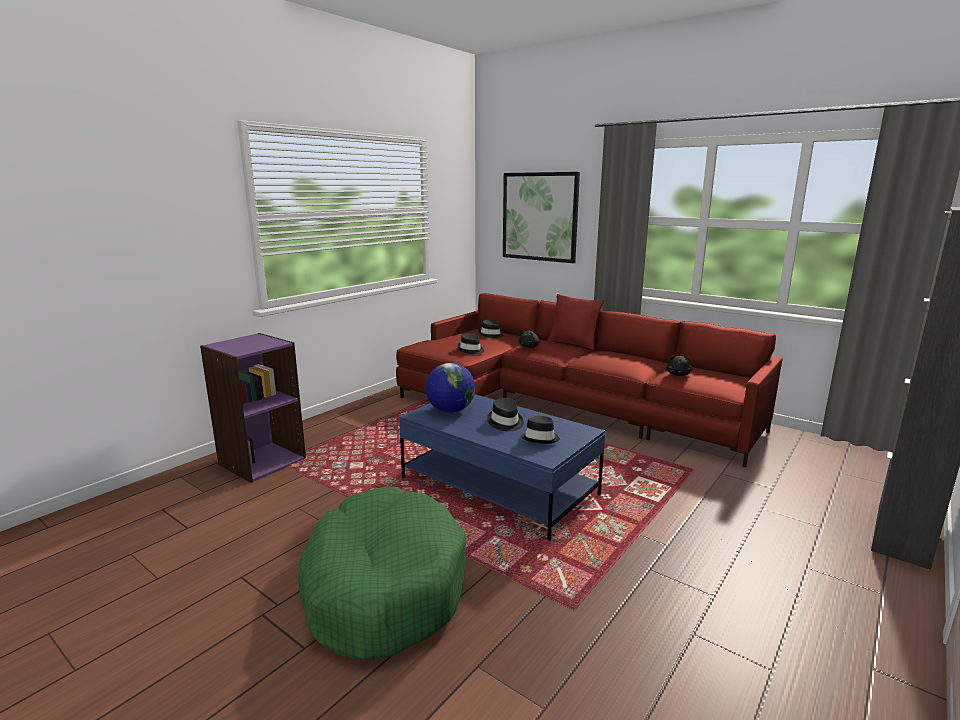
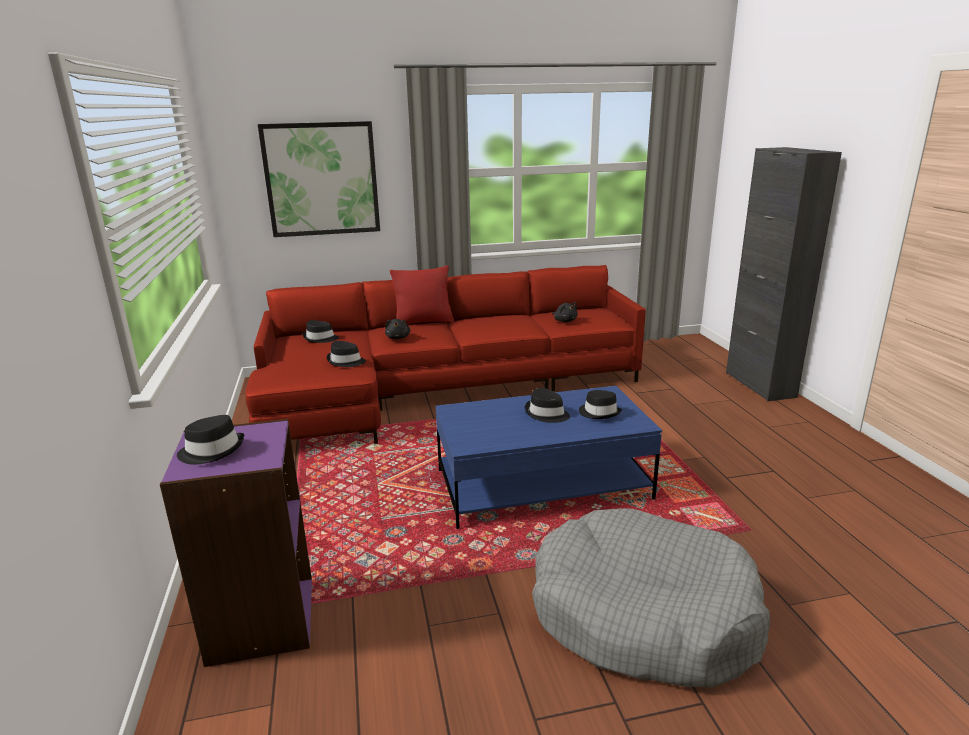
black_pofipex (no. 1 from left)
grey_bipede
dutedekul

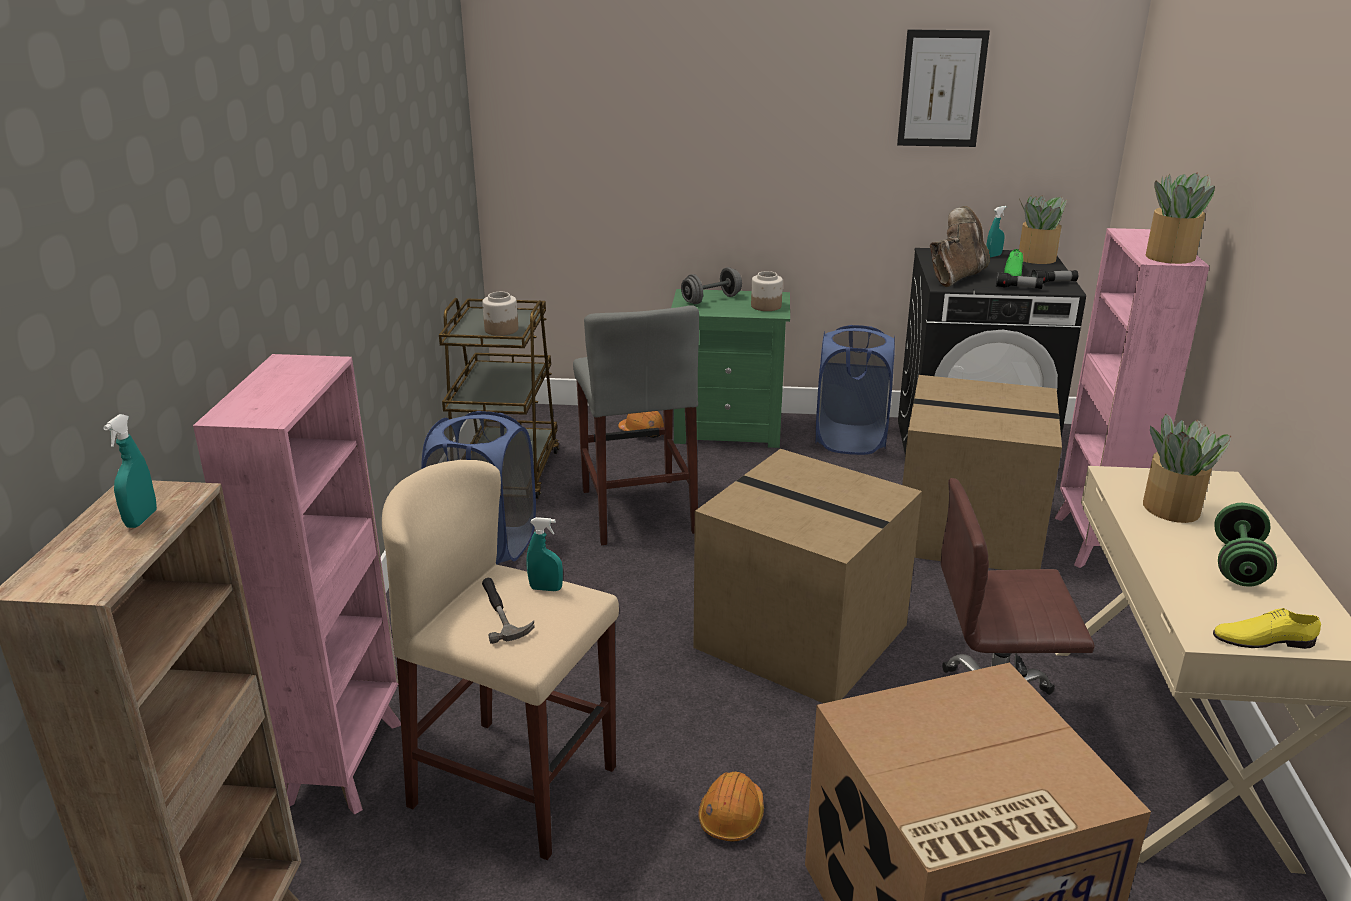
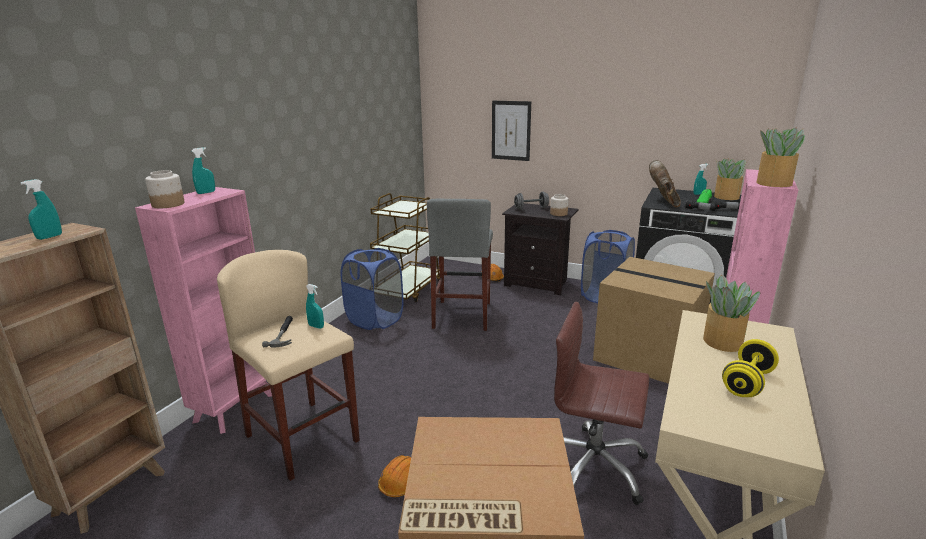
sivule (no. 1 from left)
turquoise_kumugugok (no. 2 from left)
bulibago
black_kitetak
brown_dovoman
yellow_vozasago
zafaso (no. 1 from left in the first image)
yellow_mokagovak

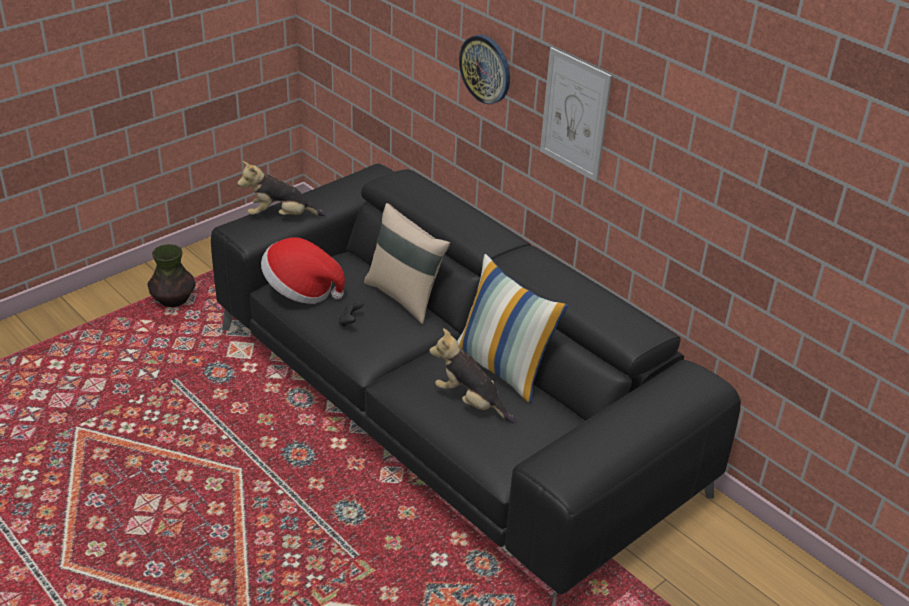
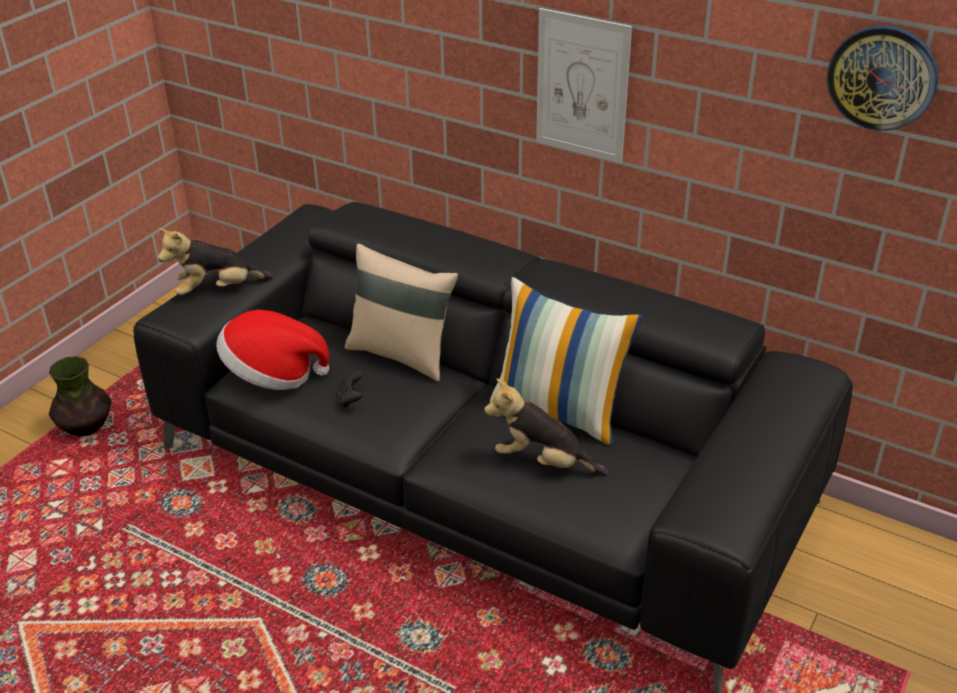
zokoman

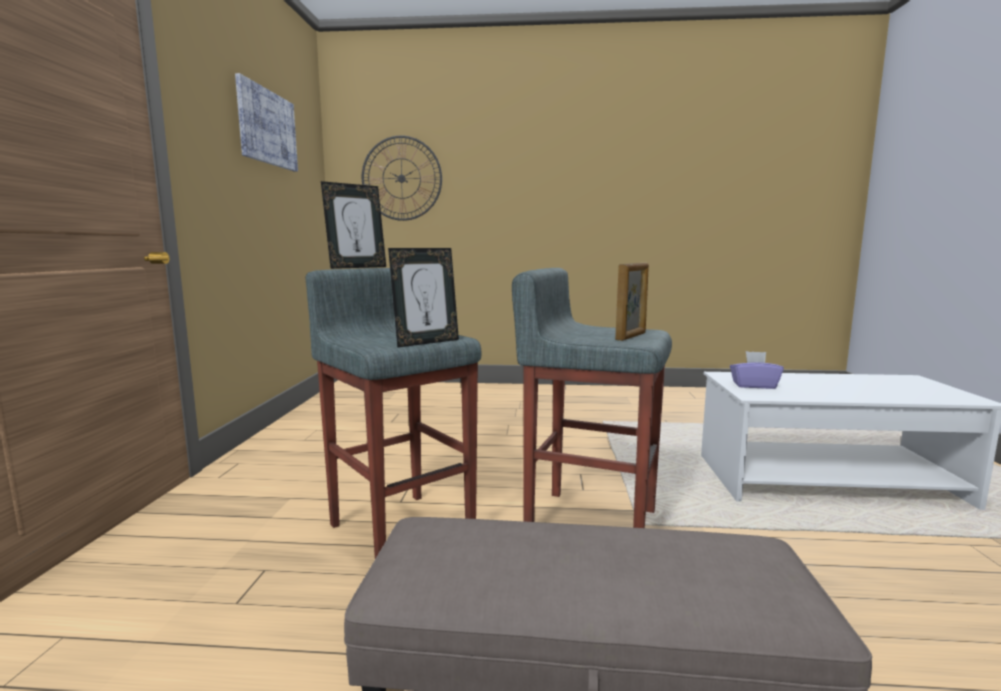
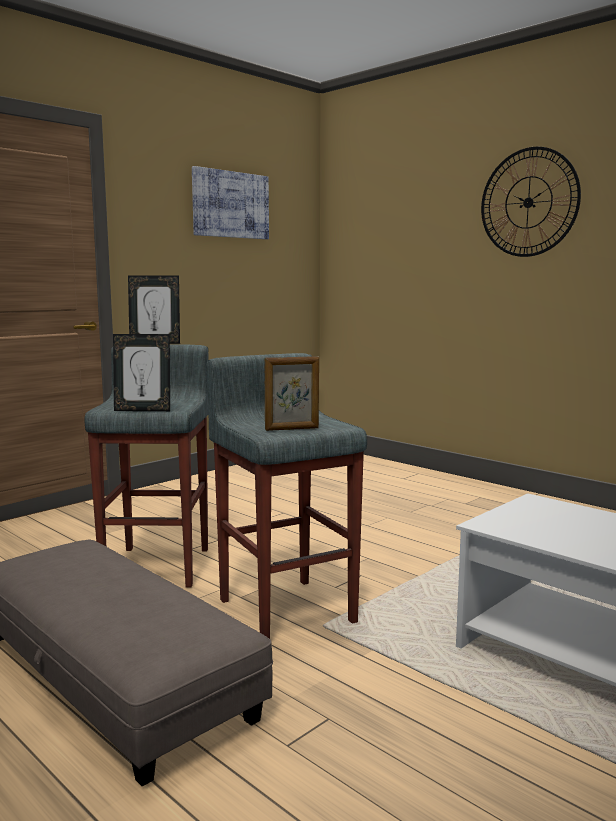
zokoman
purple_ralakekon

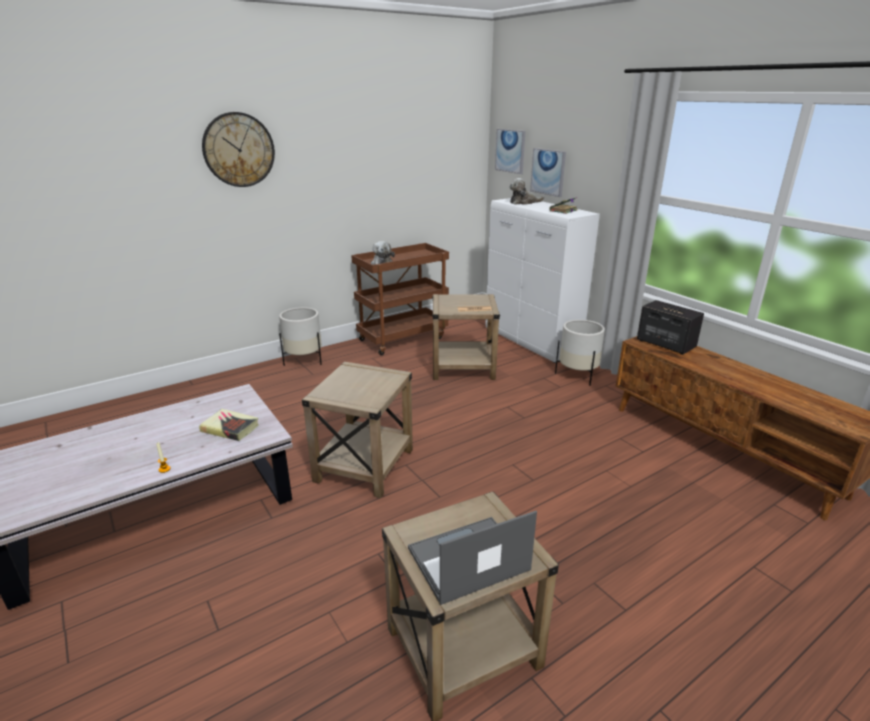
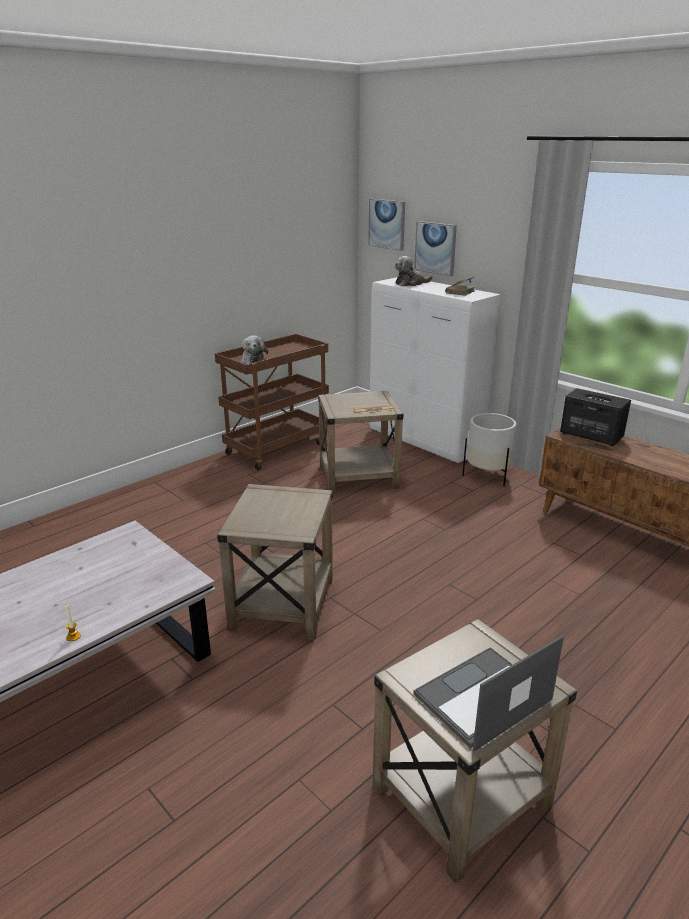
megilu (no. 1 from left in the first image)
zokoman
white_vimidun (no. 1 from left in the first image)

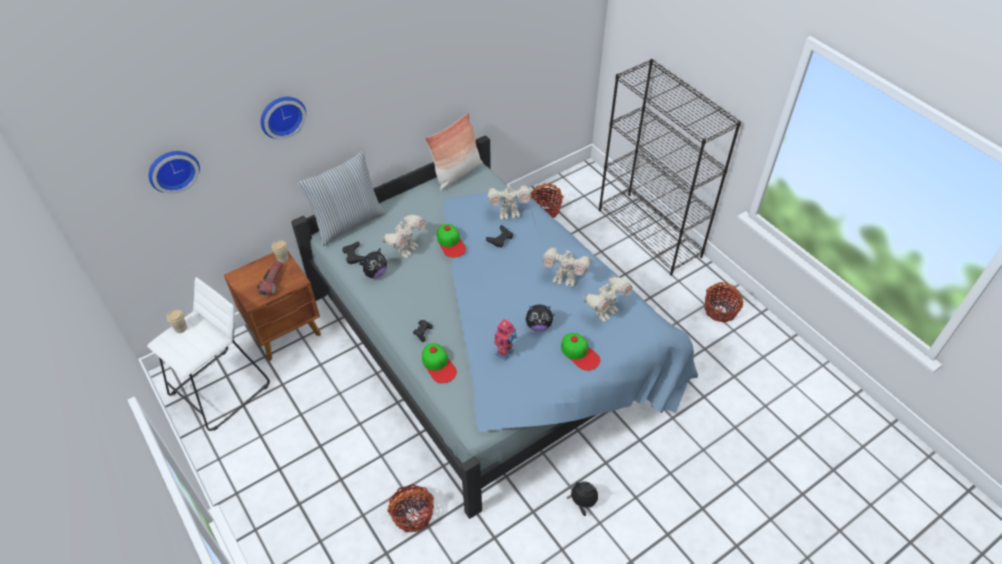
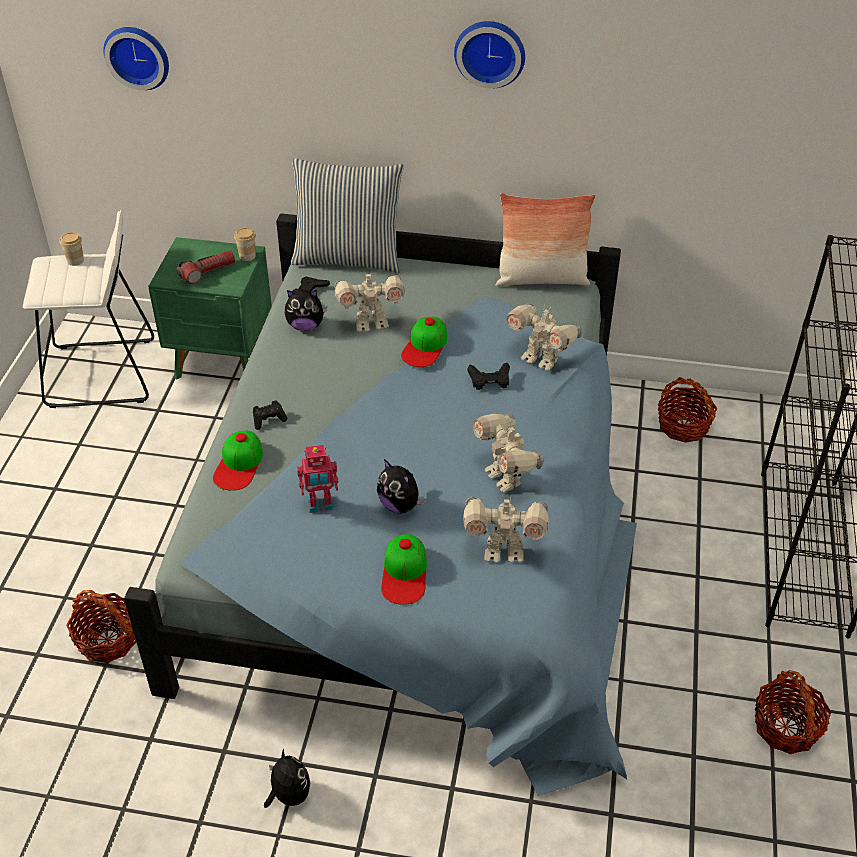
green_kitetak
zokoman (no. 2 from left)

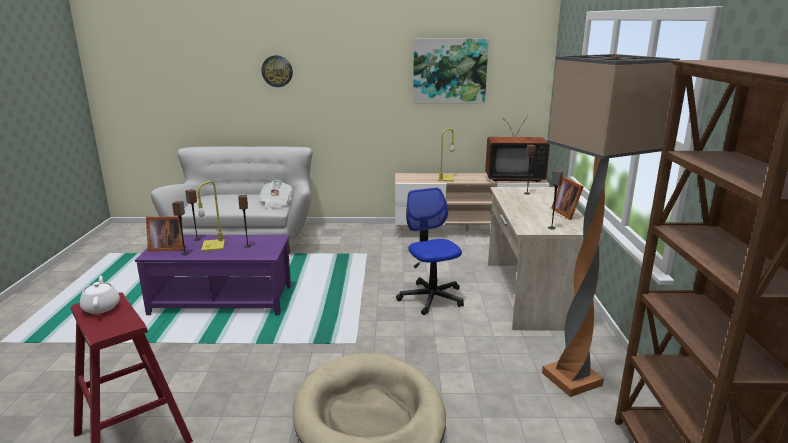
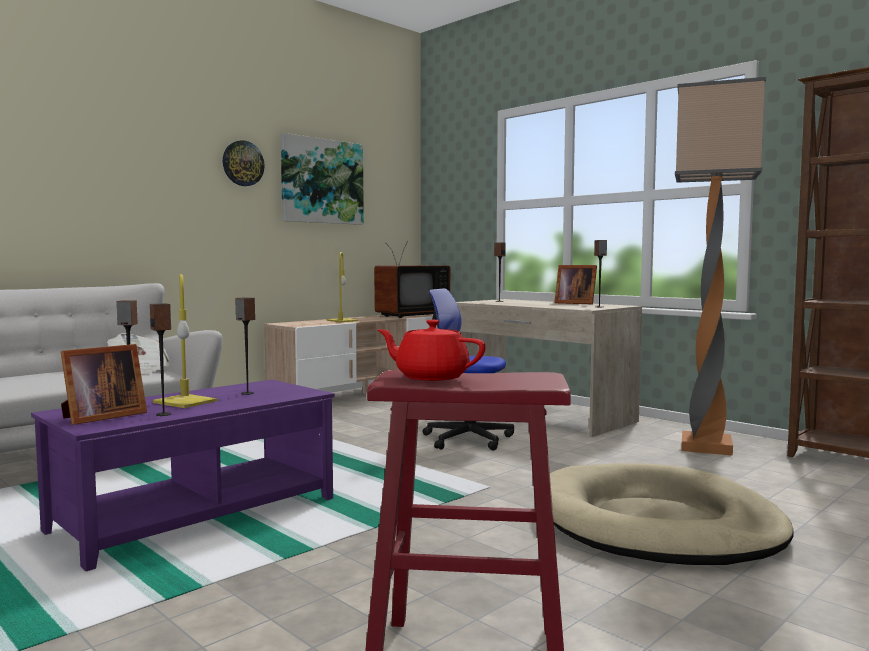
zokoman
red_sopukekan

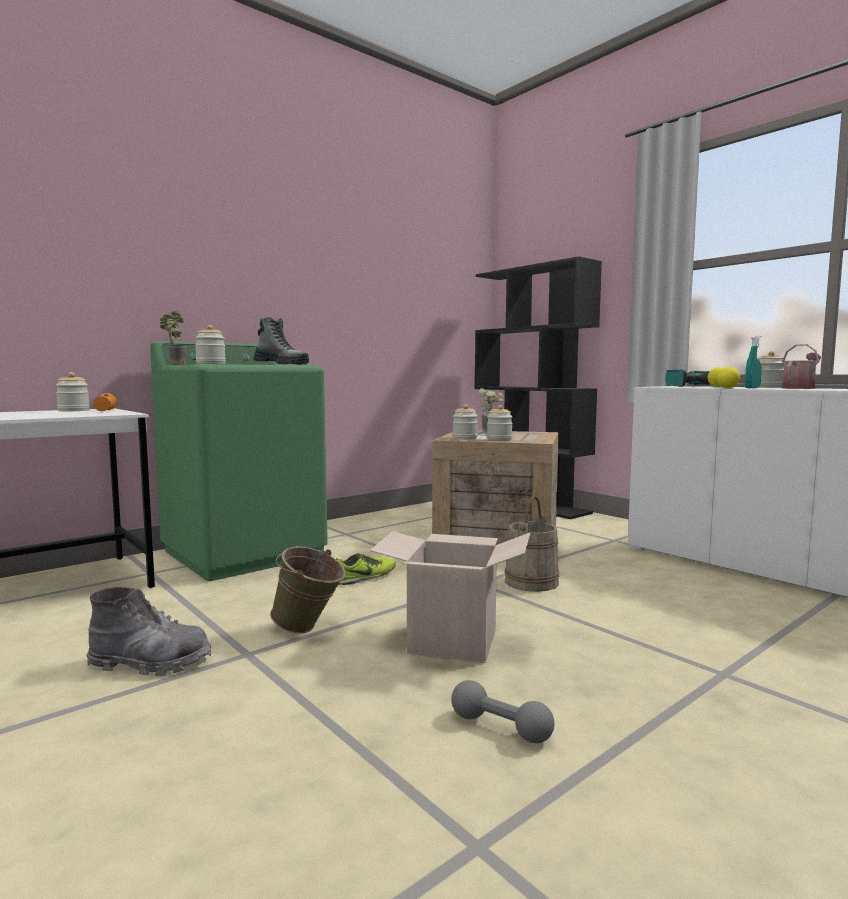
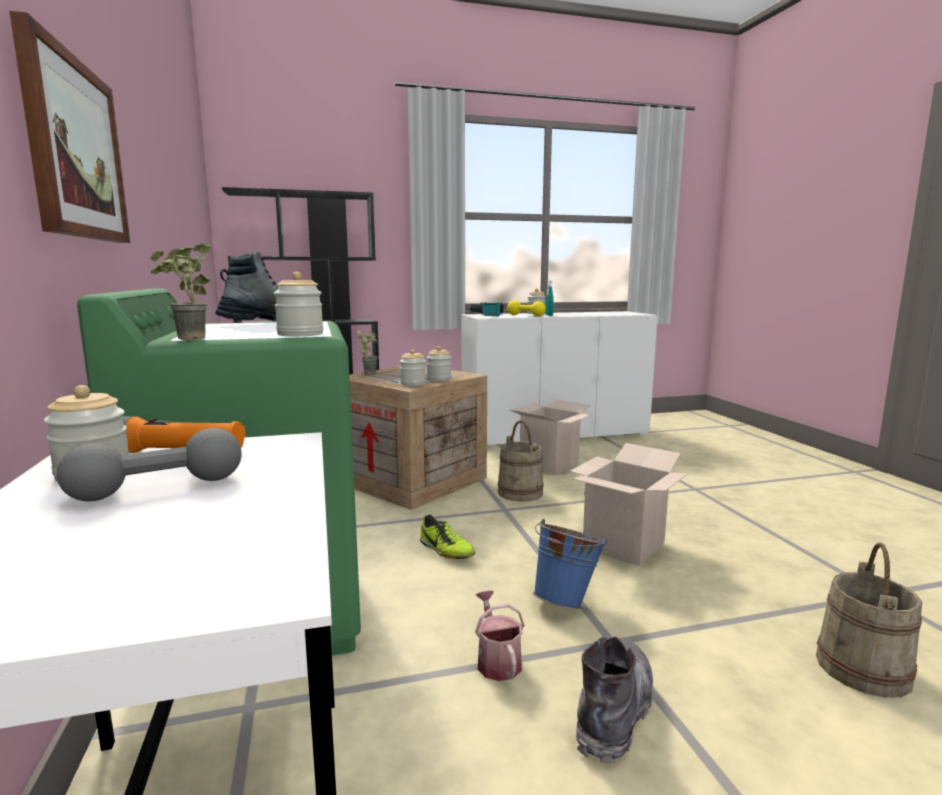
bulibago
grey_vozasago
mokagovak
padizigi
zafaso (no. 1 from left)
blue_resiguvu
beige_resiguvu (no. 2 from left)

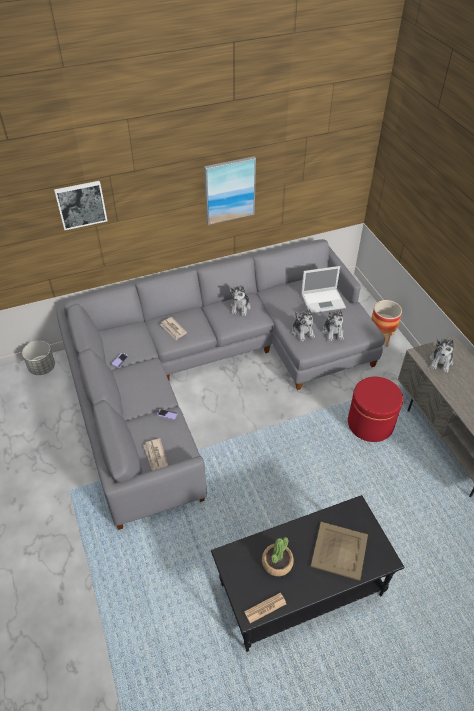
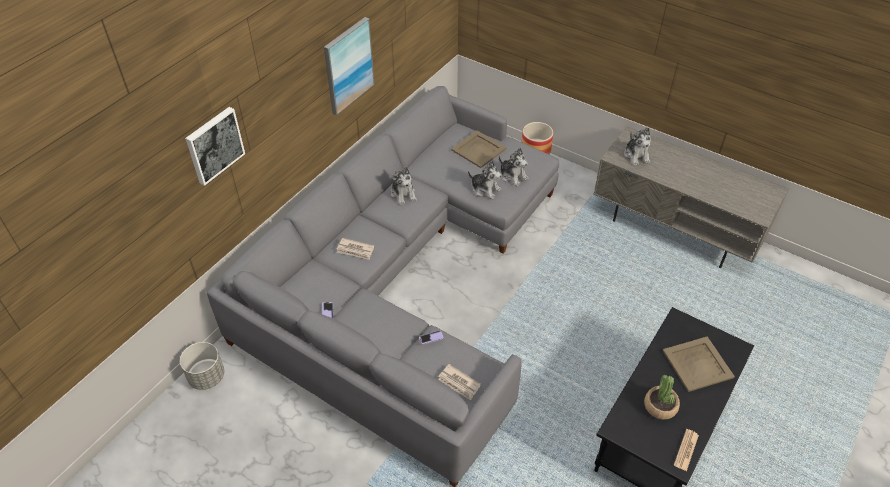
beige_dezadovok (no. 1 from left)
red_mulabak

